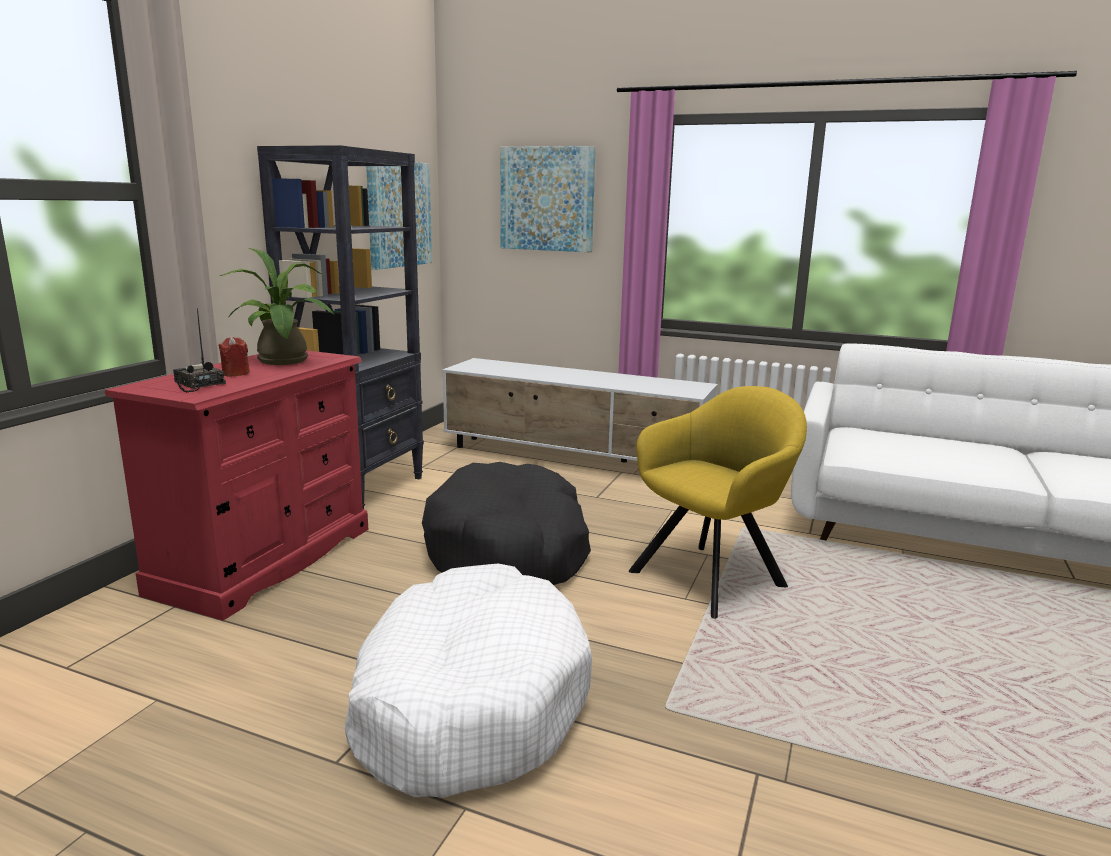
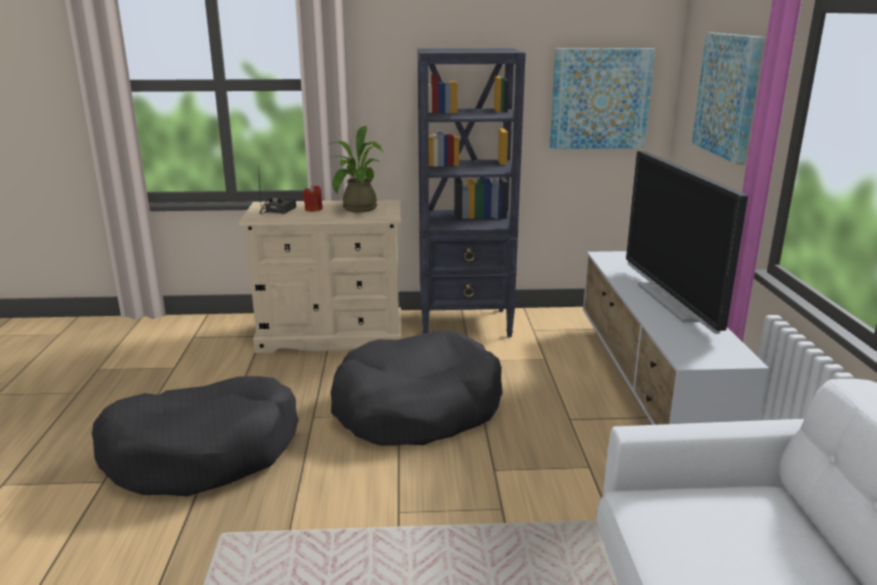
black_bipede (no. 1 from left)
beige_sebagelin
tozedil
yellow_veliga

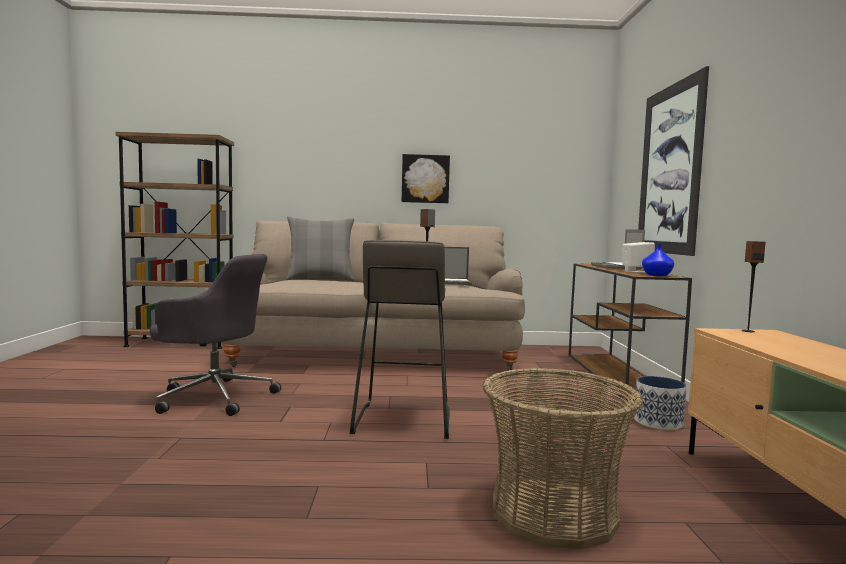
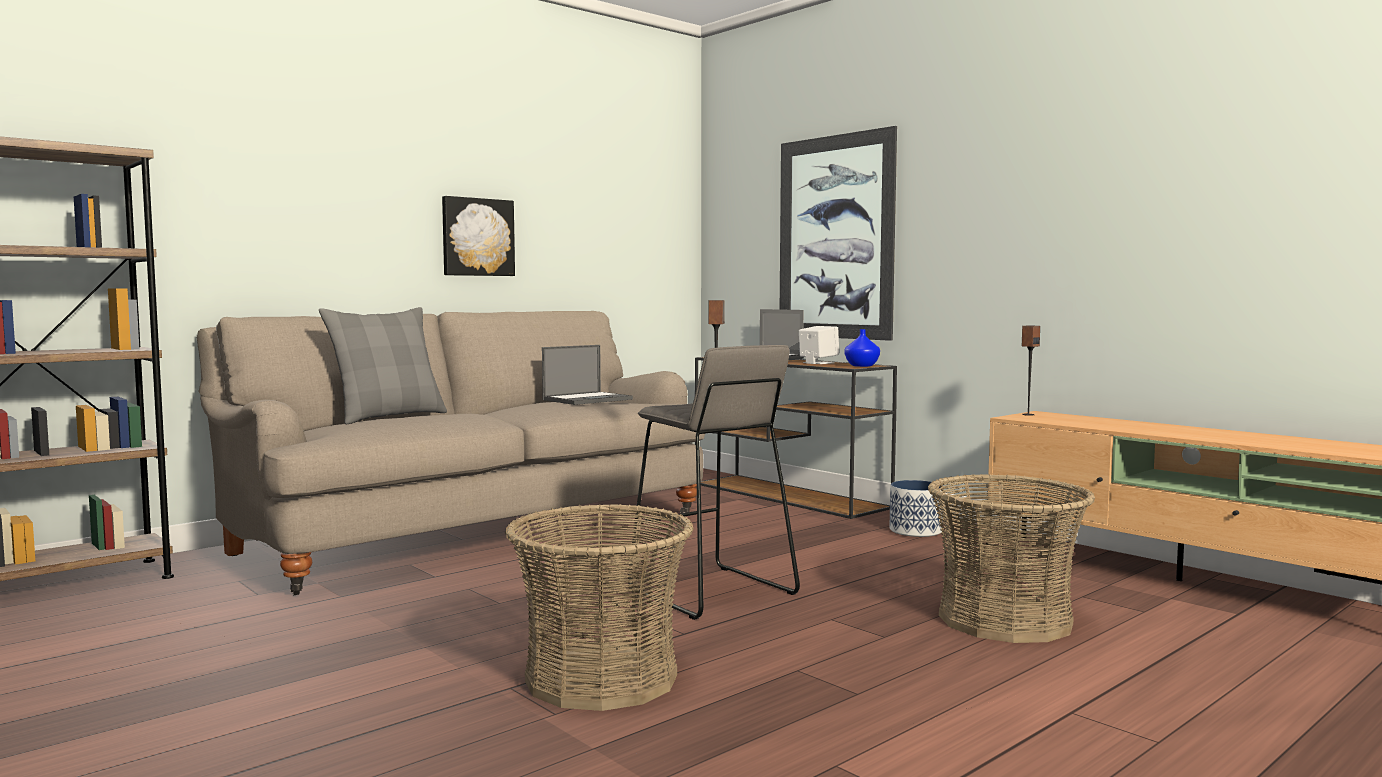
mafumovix (no. 1 from left)
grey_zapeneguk

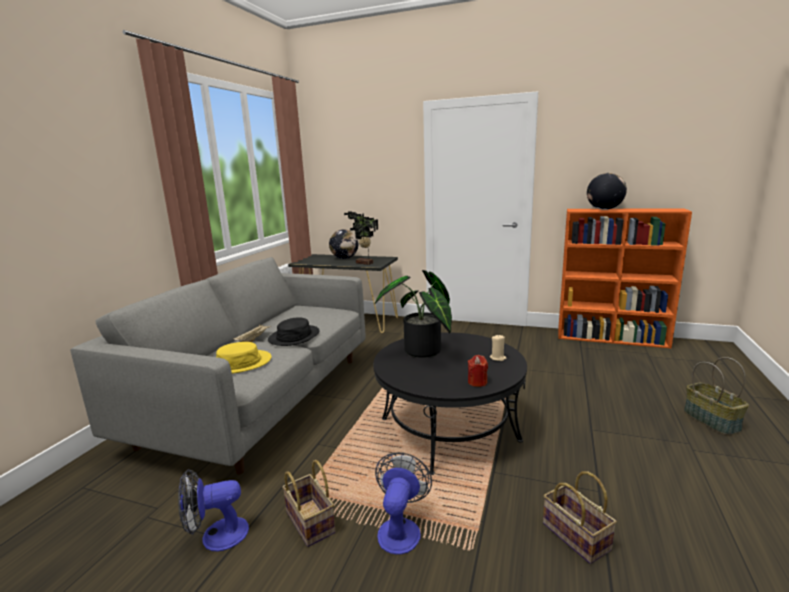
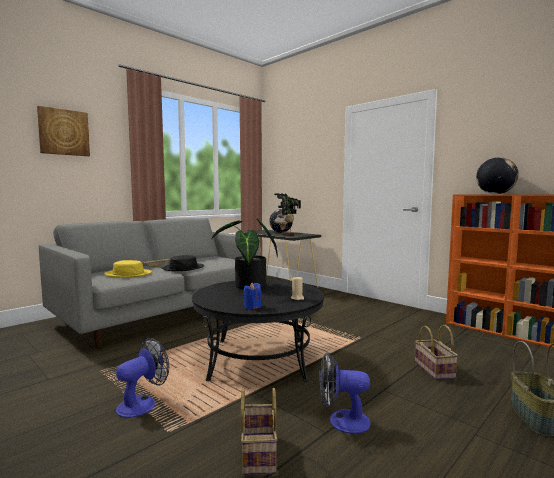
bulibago
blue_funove
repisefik (no. 2 from left)
mafumovix (no. 2 from left)

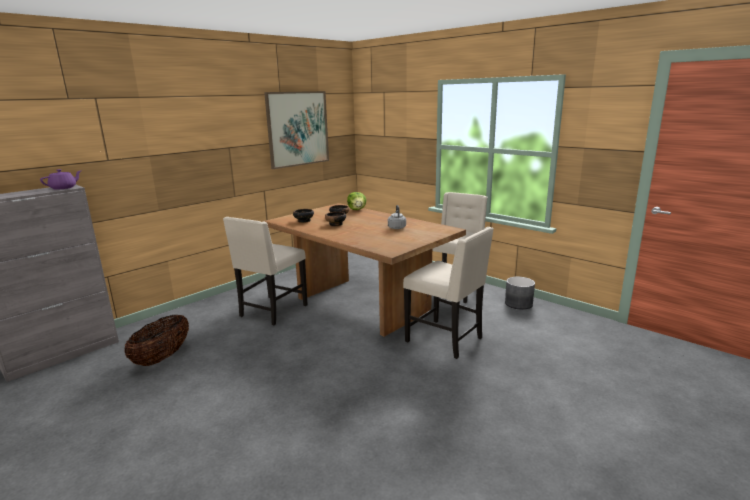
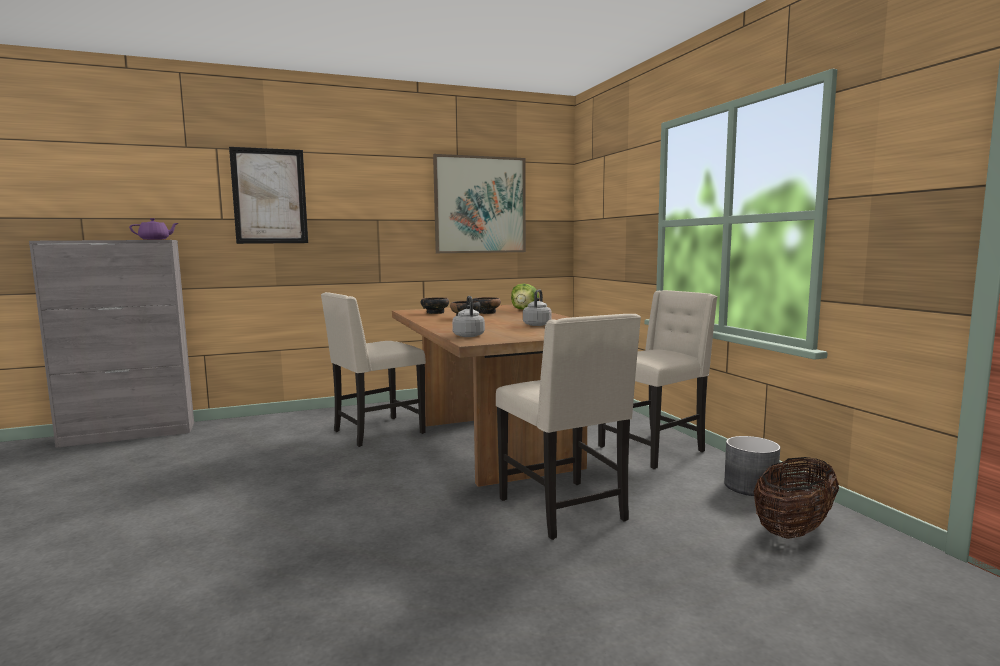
bulibago (no. 1 from left)
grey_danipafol (no. 1 from left)
mafumovix

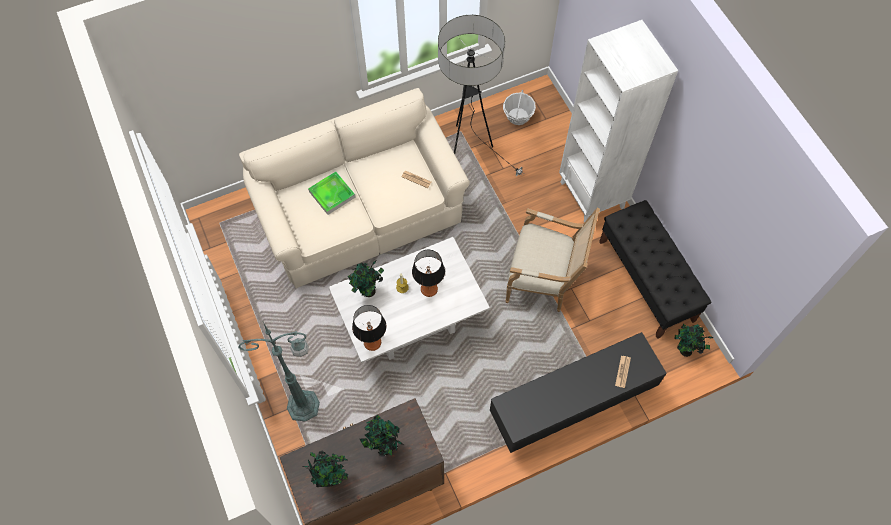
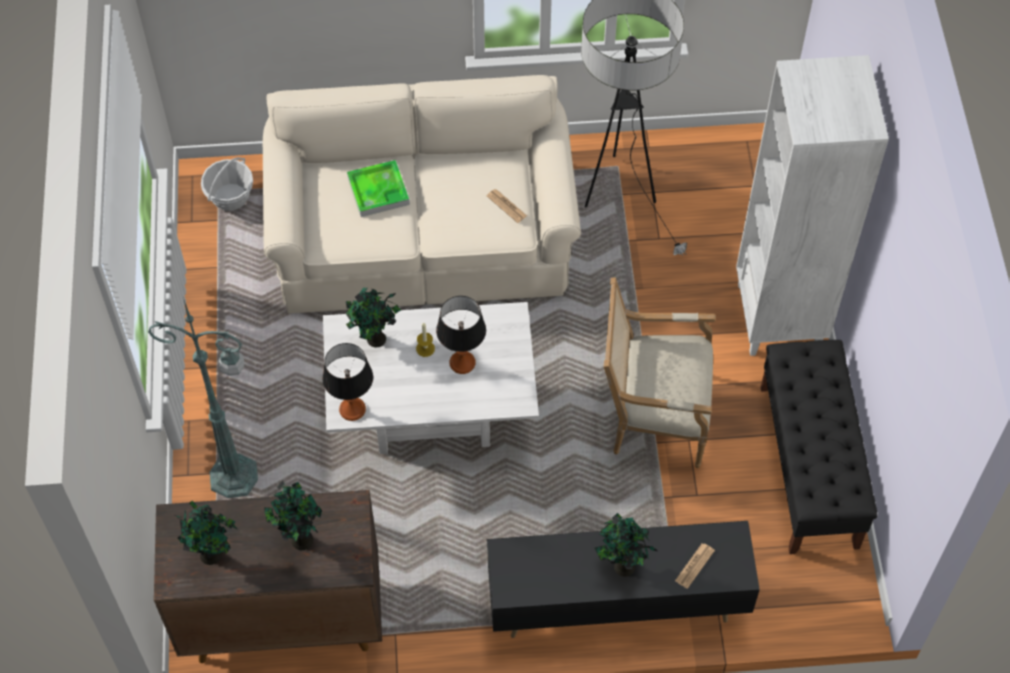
mafumovix
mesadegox (no. 4 from left)
veliga

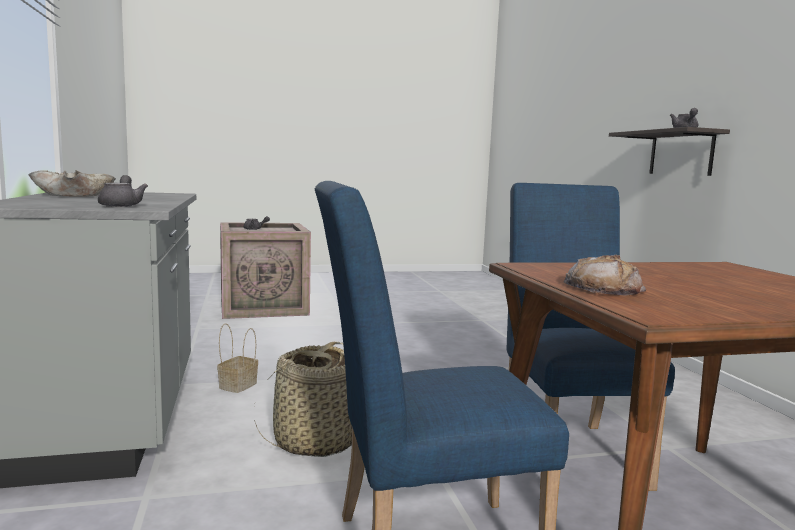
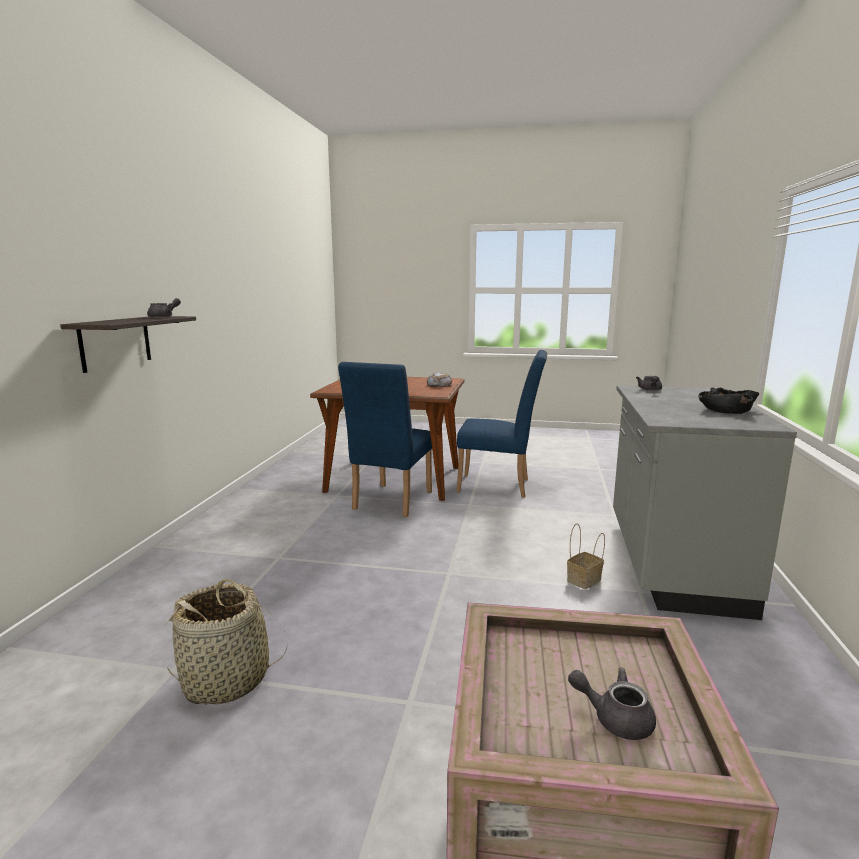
mafumovix (no. 1 from left)
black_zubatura

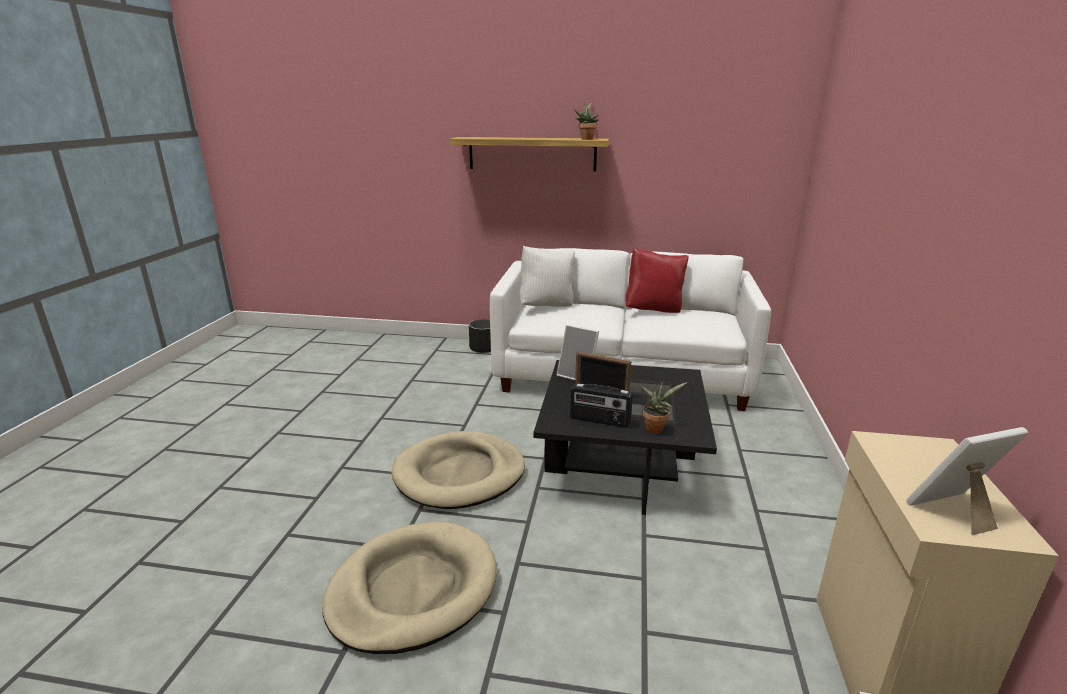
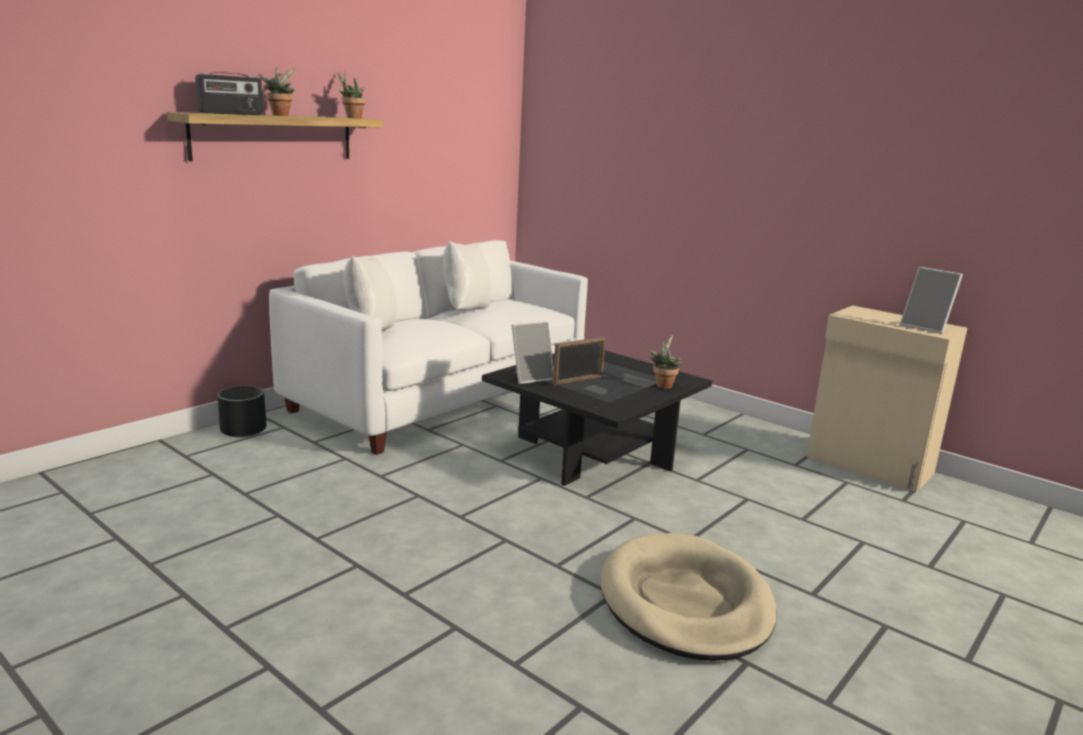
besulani
mesadegox (no. 1 from left)
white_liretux (no. 2 from left)
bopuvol (no. 3 from left)
beige_bipede (no. 2 from left in the first image)

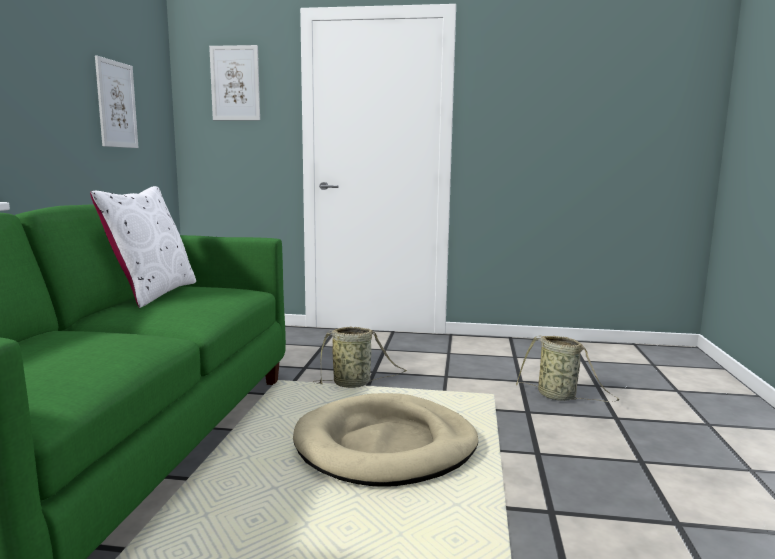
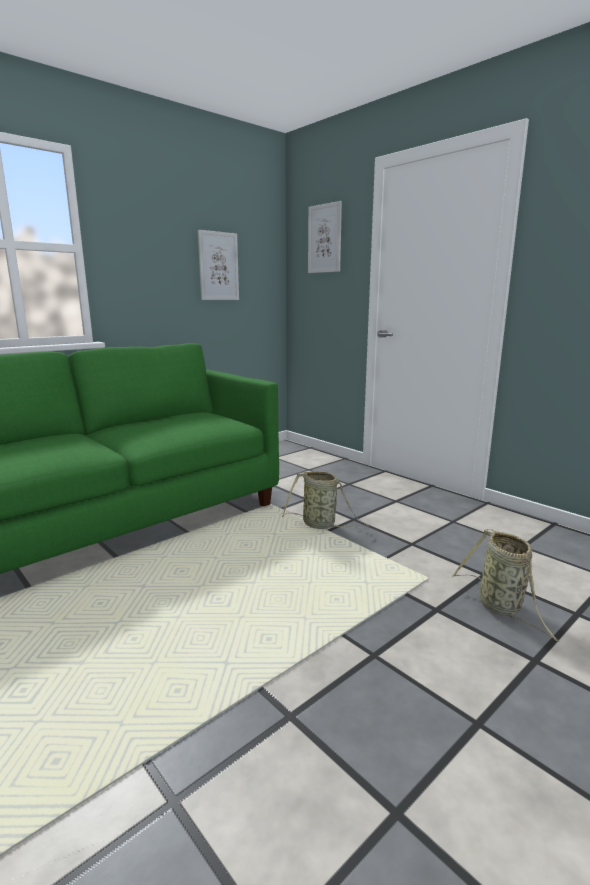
white_liretux
beige_bipede

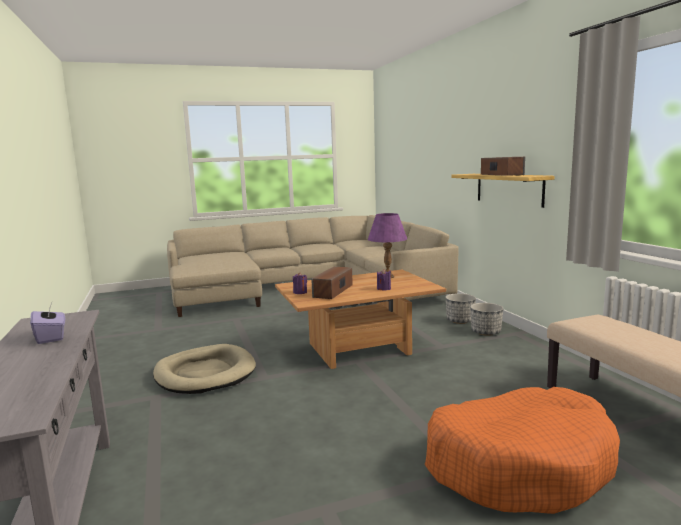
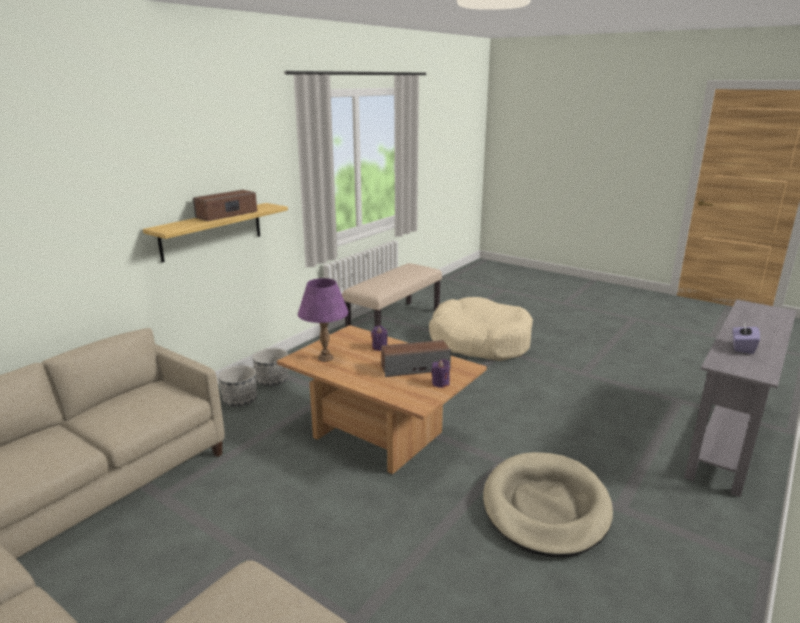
beige_bipede (no. 1 from left)

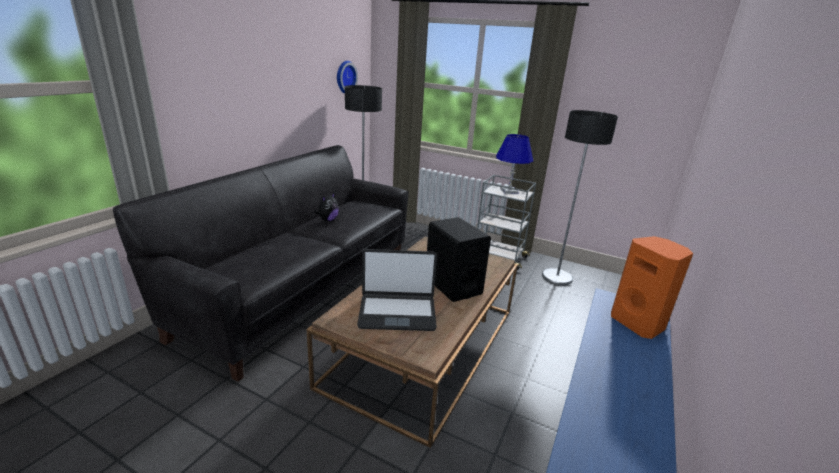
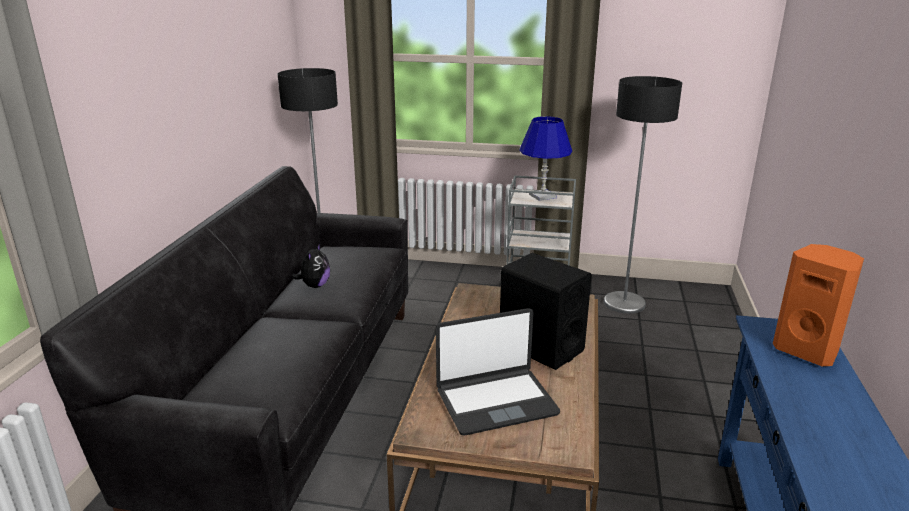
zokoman

